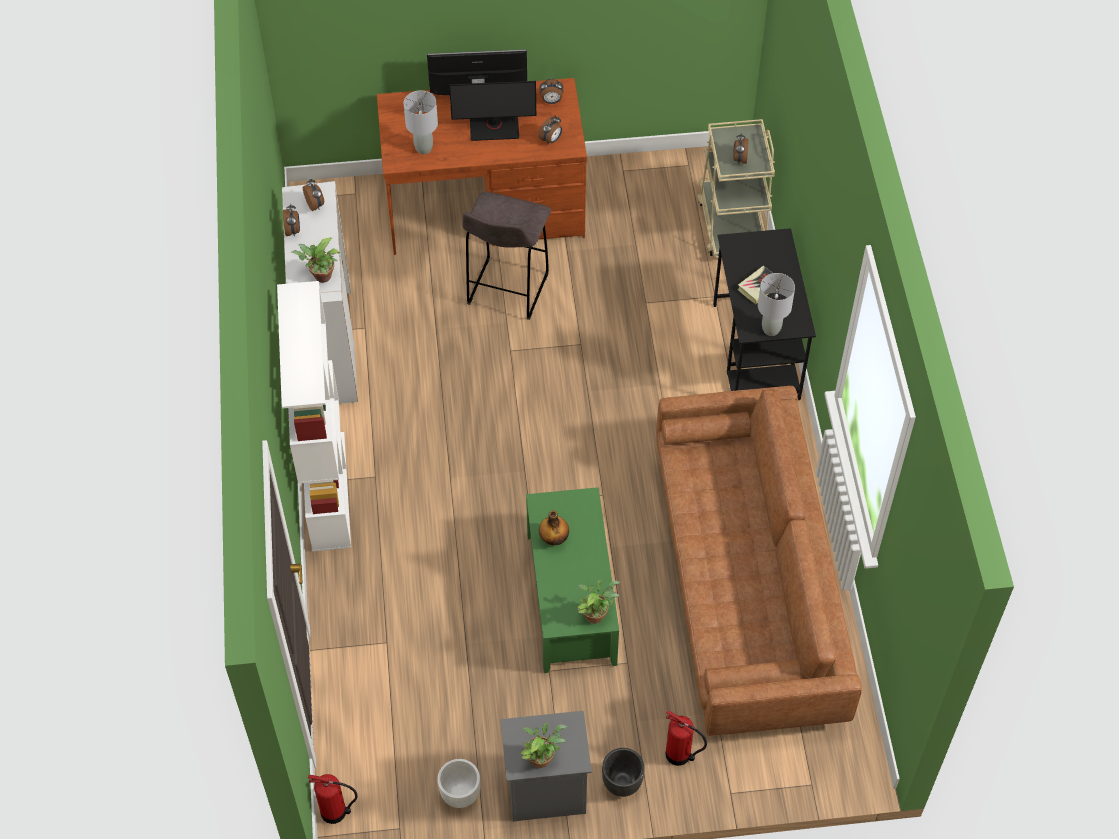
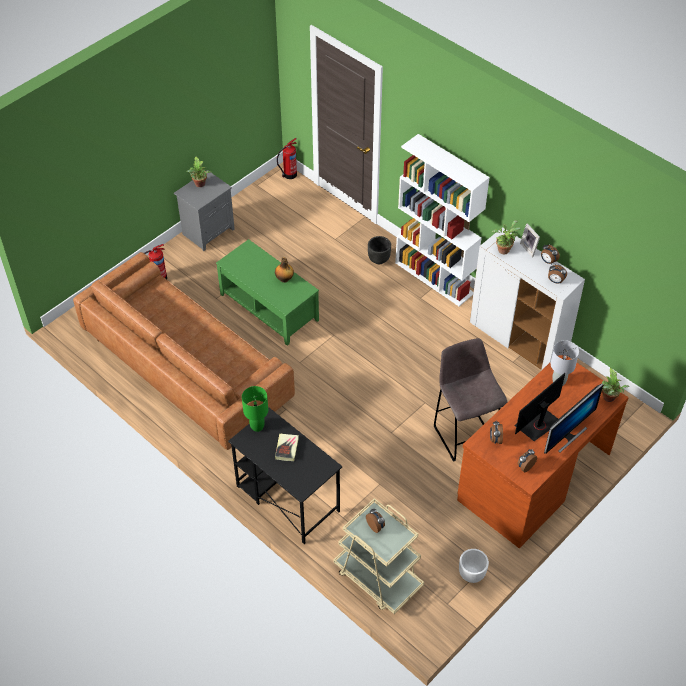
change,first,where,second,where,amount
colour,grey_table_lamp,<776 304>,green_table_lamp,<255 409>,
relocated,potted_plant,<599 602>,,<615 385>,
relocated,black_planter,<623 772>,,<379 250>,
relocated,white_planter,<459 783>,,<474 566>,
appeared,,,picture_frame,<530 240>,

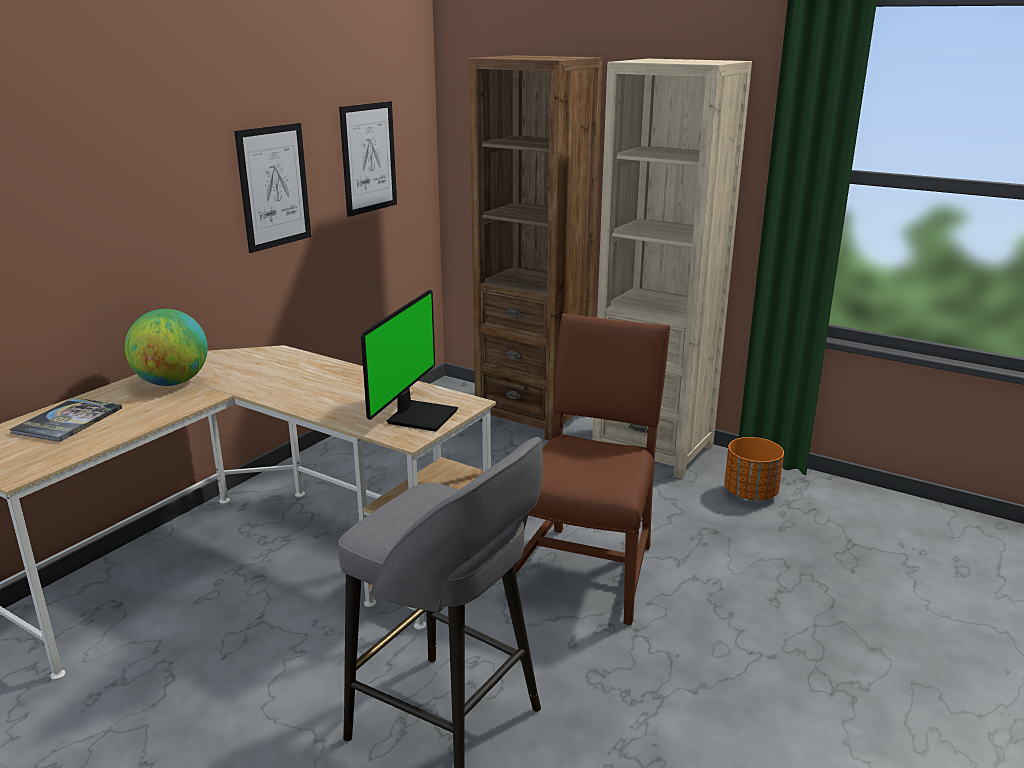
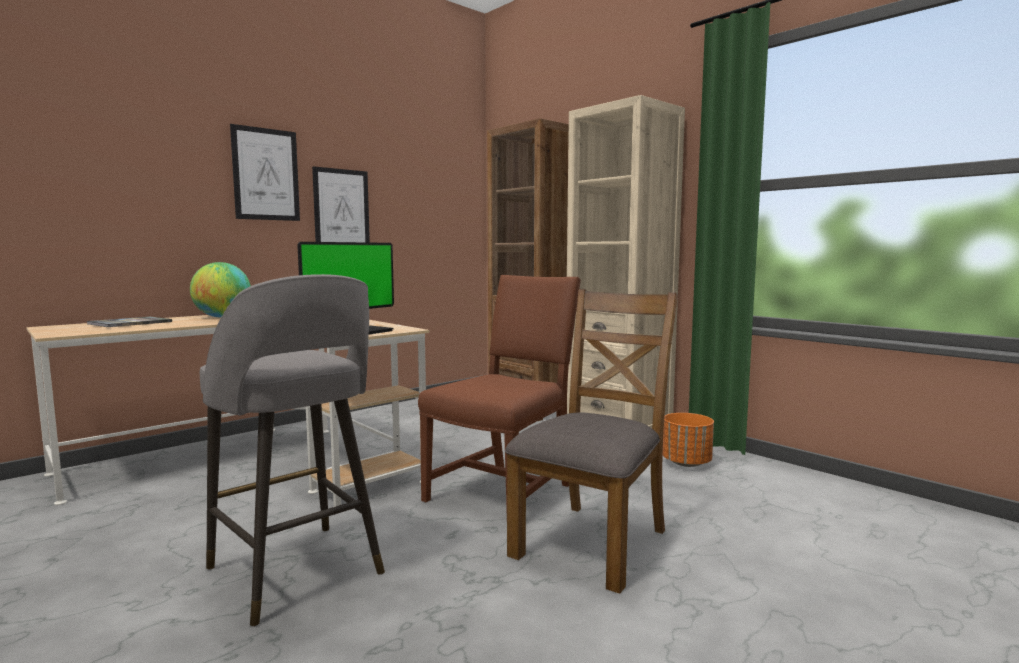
change,first,where,second,where,amount
relocated,picture,<368 159>,,<265 172>,
appeared,,,brown_chair,<591 441>,

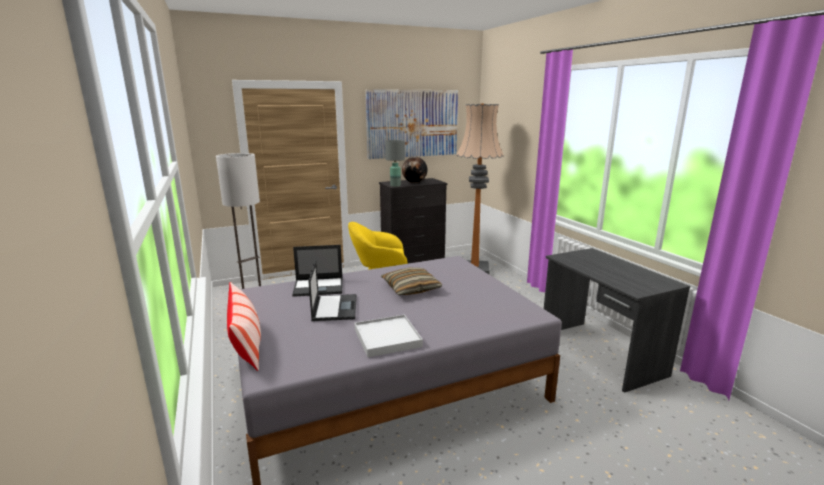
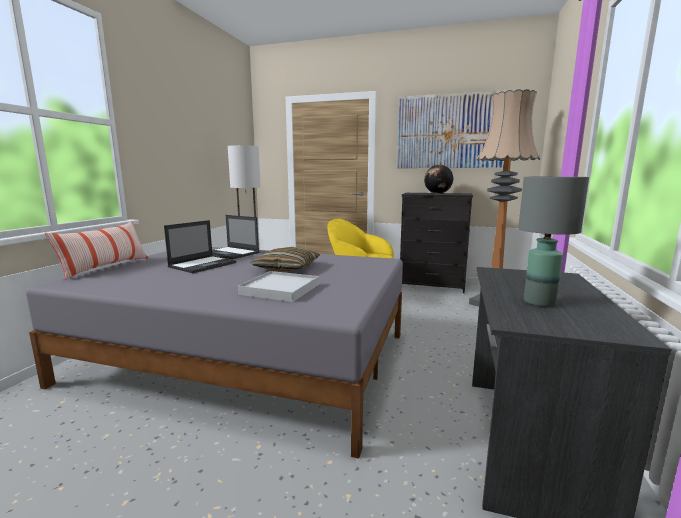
change,first,where,second,where,amount
relocated,grey_table_lamp,<395 163>,,<553 242>,
relocated,white_tray,<389 336>,,<278 286>,

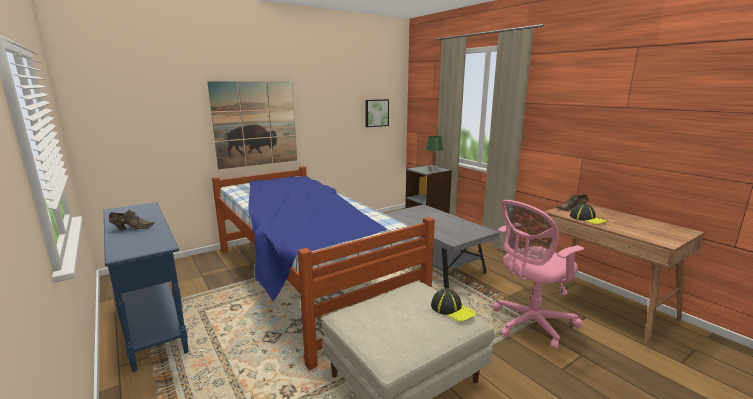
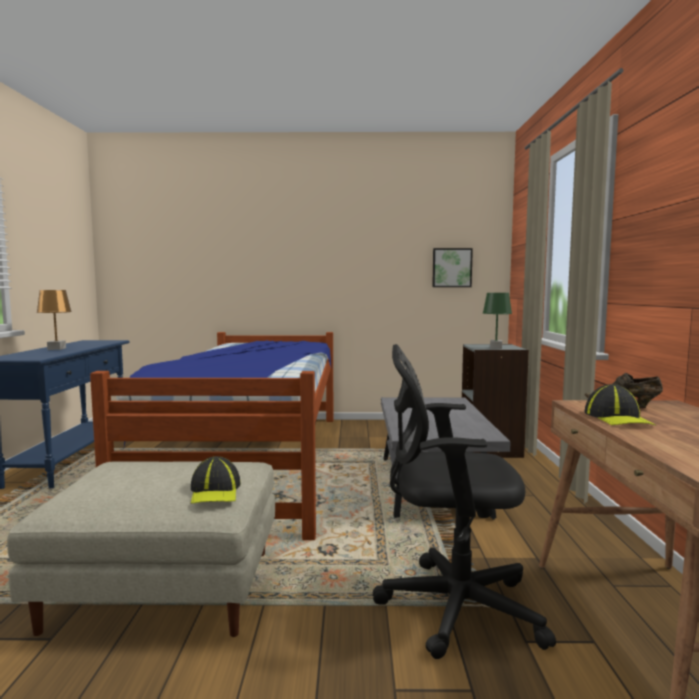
change,first,where,second,where,amount
missing,picture,<252 125>,,,
colour,pink_office_chair,<538 275>,black_office_chair,<464 501>,
exchanged,brown_shoe,<132 220>,brown_table_lamp,<54 320>,

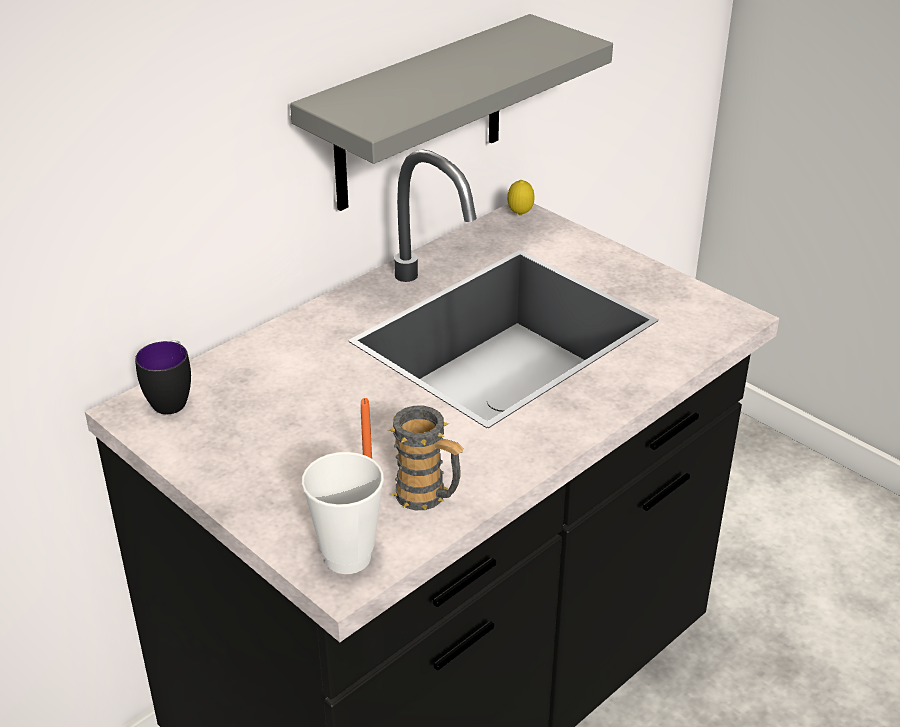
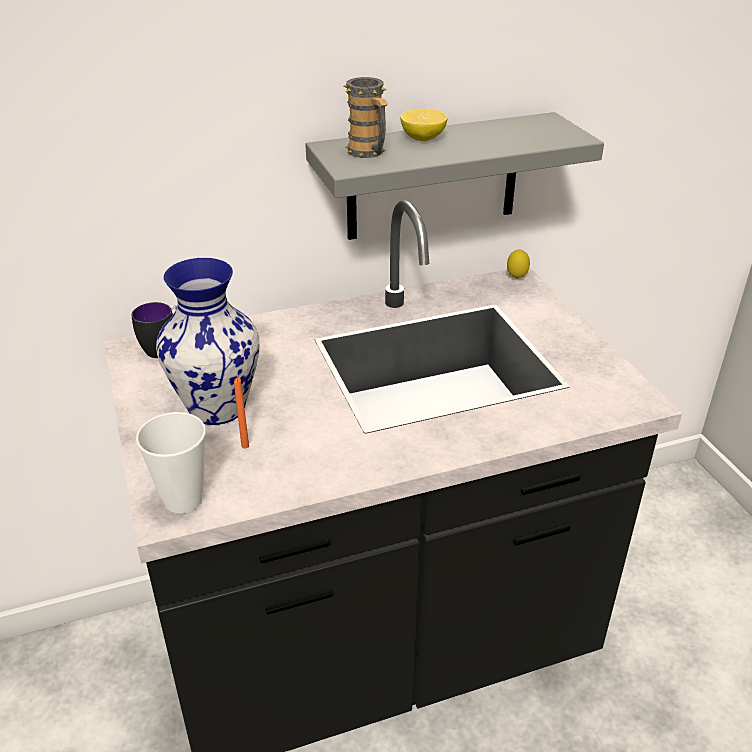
change,first,where,second,where,amount
relocated,mug,<426 458>,,<366 117>,
appeared,,,lemon,<424 125>,
appeared,,,vase,<207 341>,

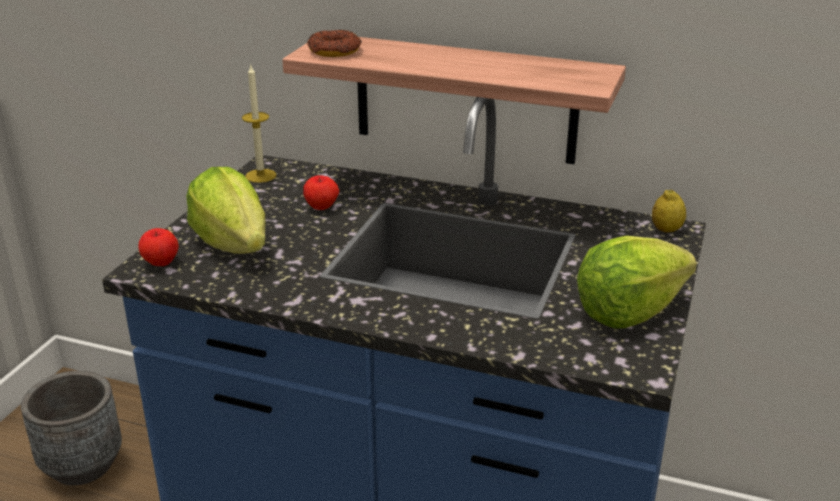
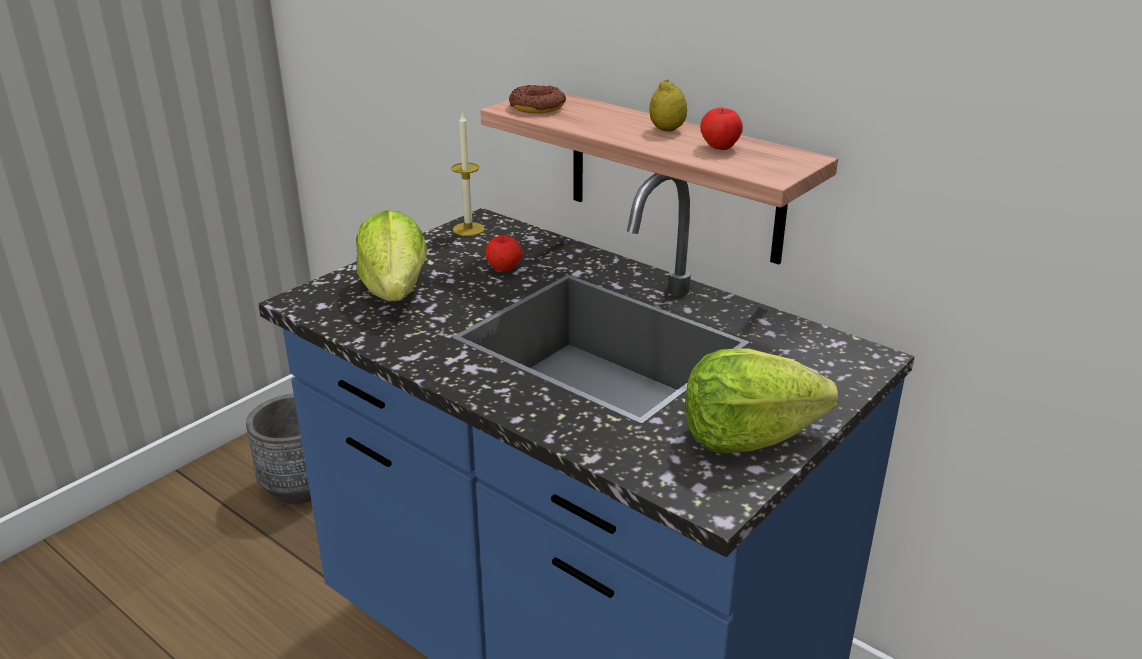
change,first,where,second,where,amount
relocated,lemon,<669 211>,,<668 105>,
relocated,apple,<158 247>,,<721 129>,

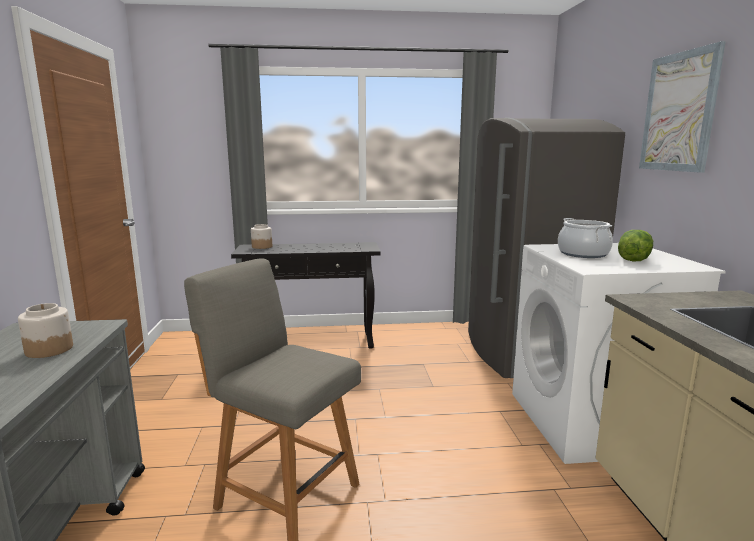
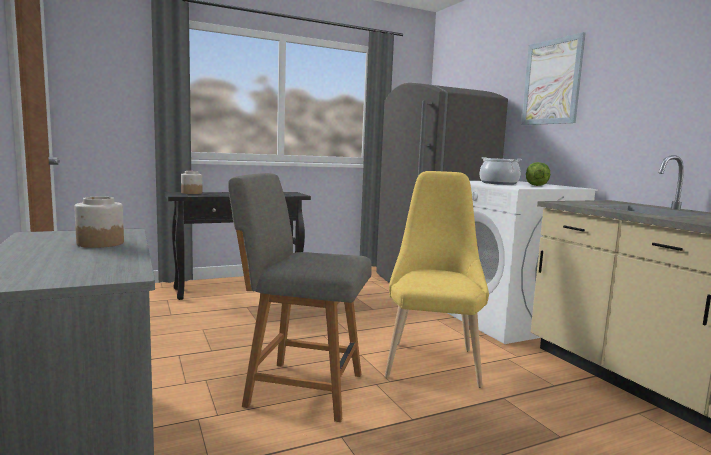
change,first,where,second,where,amount
appeared,,,yellow_chair,<436 279>,

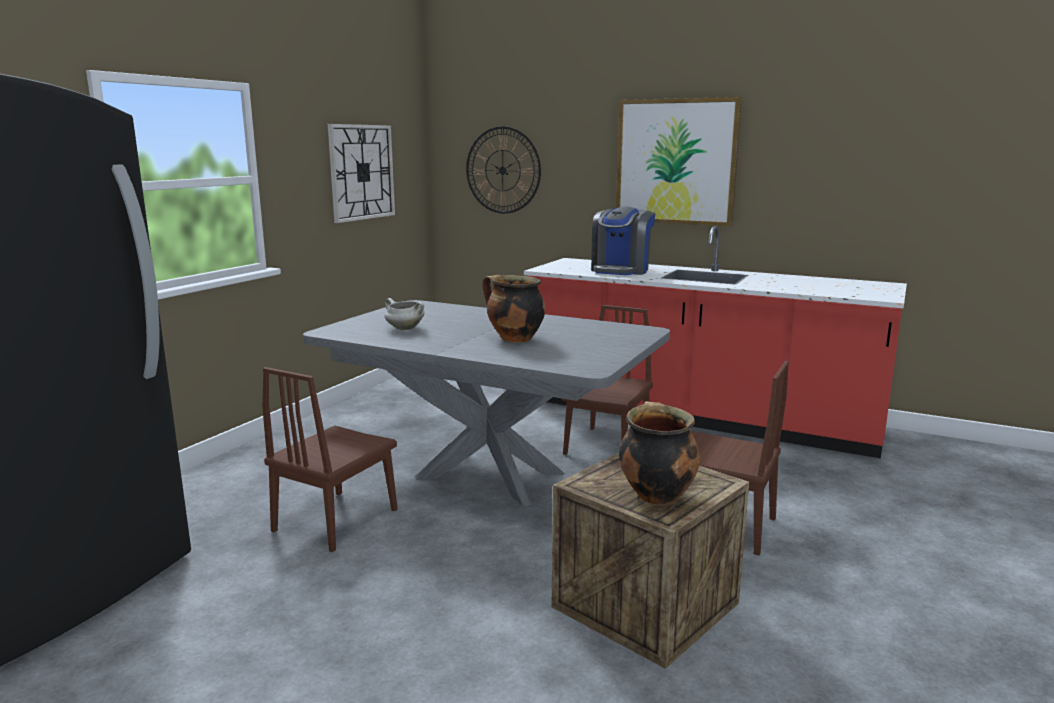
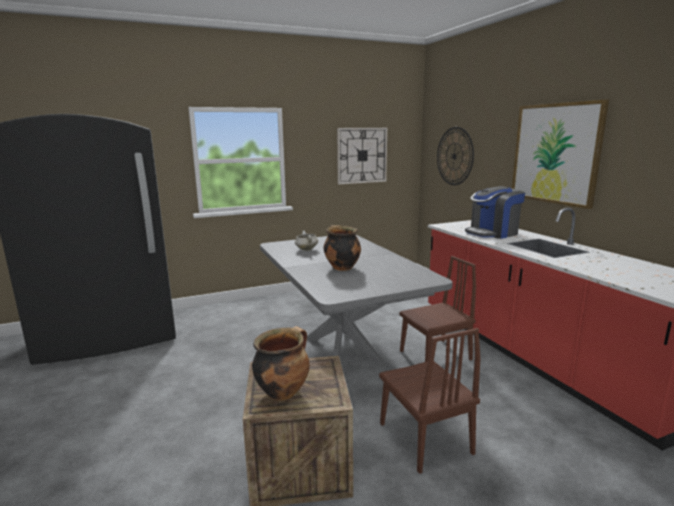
change,first,where,second,where,amount
missing,brown_chair,<330 459>,,,

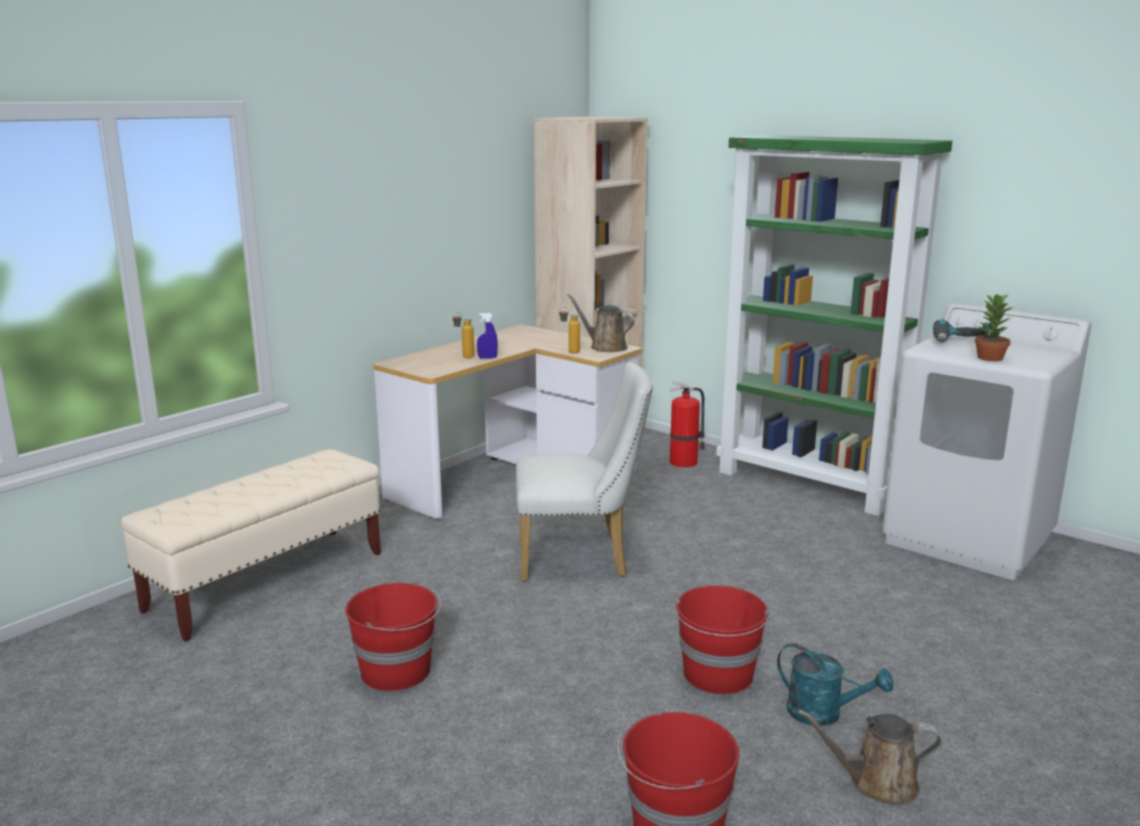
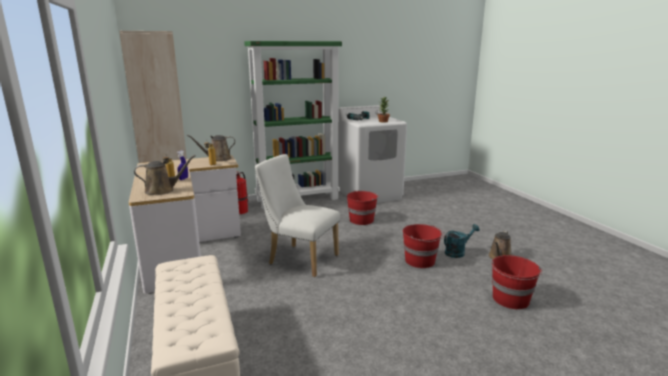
change,first,where,second,where,amount
spun,white_chair,<584 472>,,<297 215>,90 degrees counterclockwise
relocated,red_bucket,<393 636>,,<363 208>,
appeared,,,brown_watering_can,<165 175>,

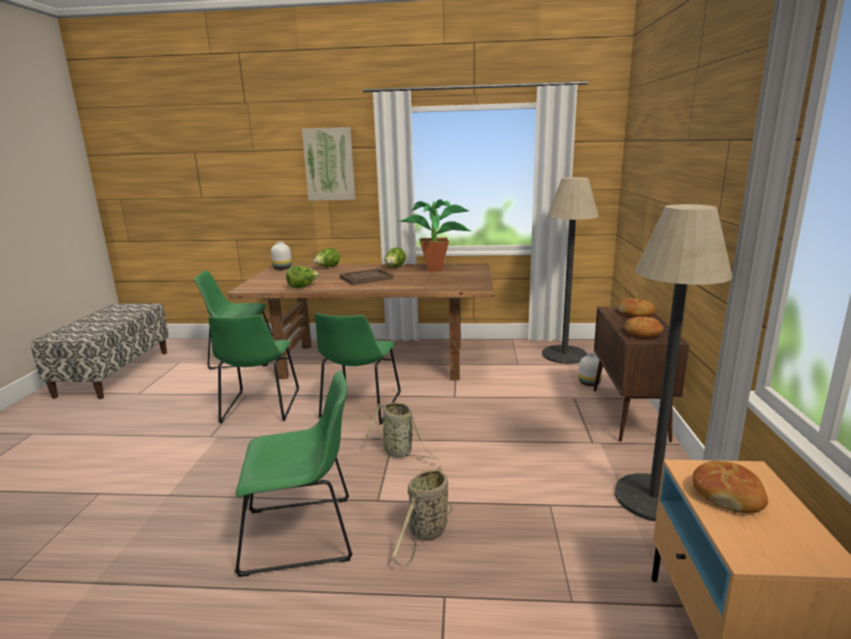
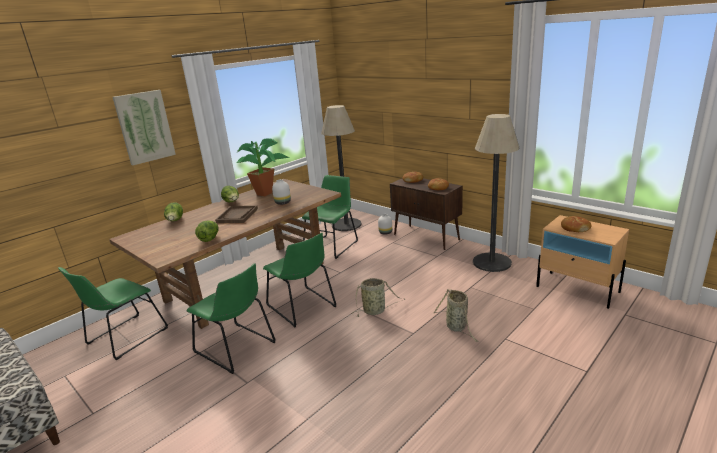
change,first,where,second,where,amount
relocated,white_vase,<281 256>,,<281 192>,
relocated,green_chair,<293 473>,,<330 217>,

